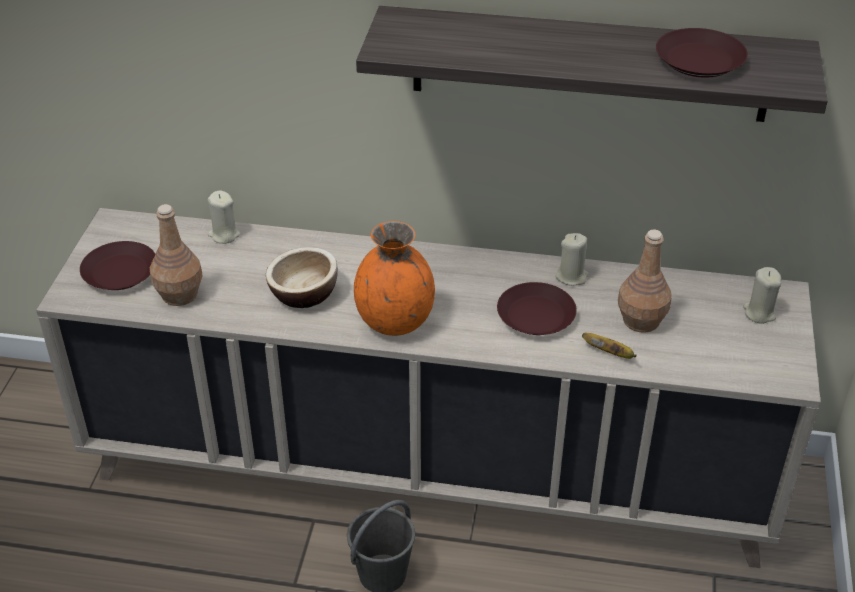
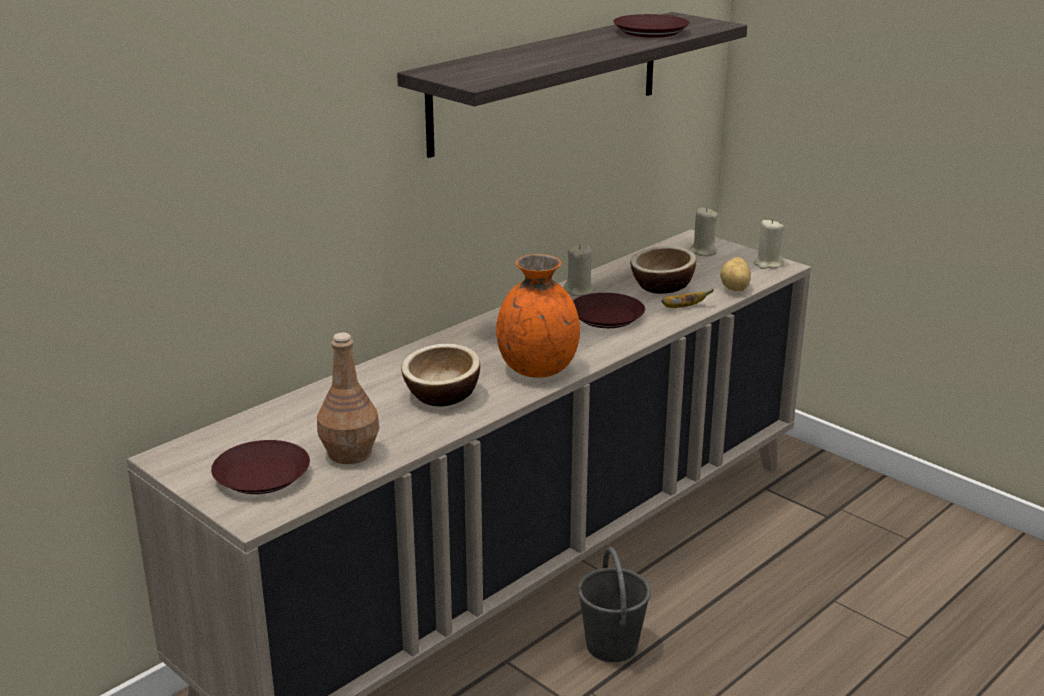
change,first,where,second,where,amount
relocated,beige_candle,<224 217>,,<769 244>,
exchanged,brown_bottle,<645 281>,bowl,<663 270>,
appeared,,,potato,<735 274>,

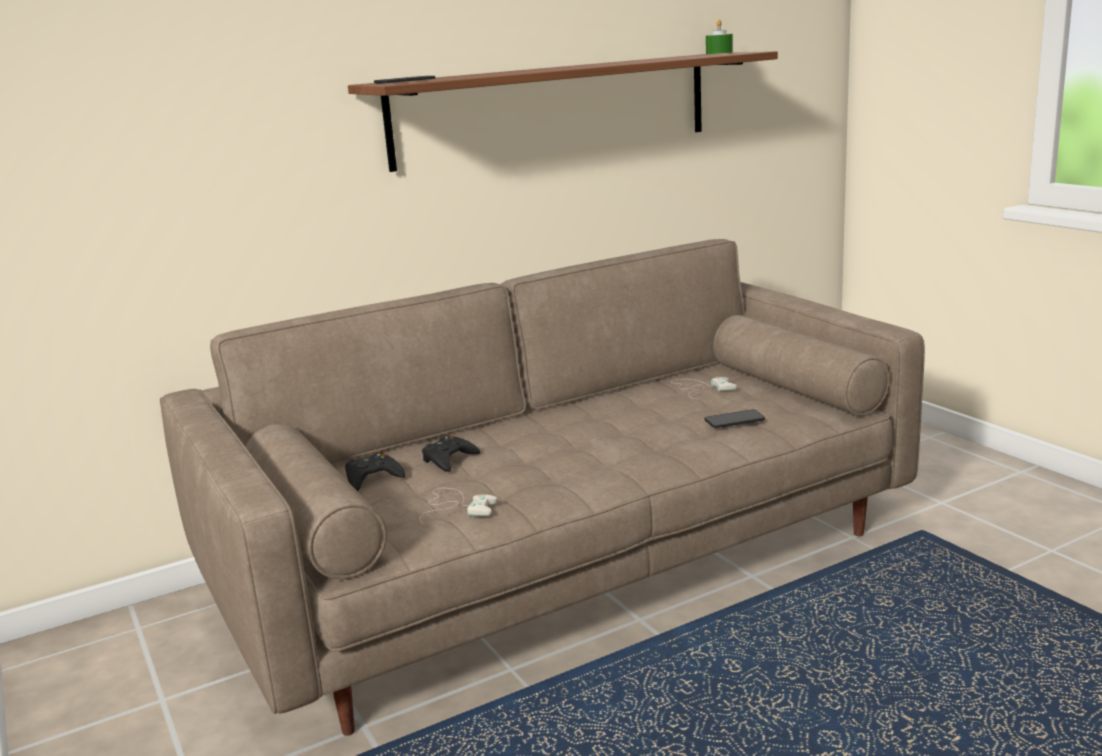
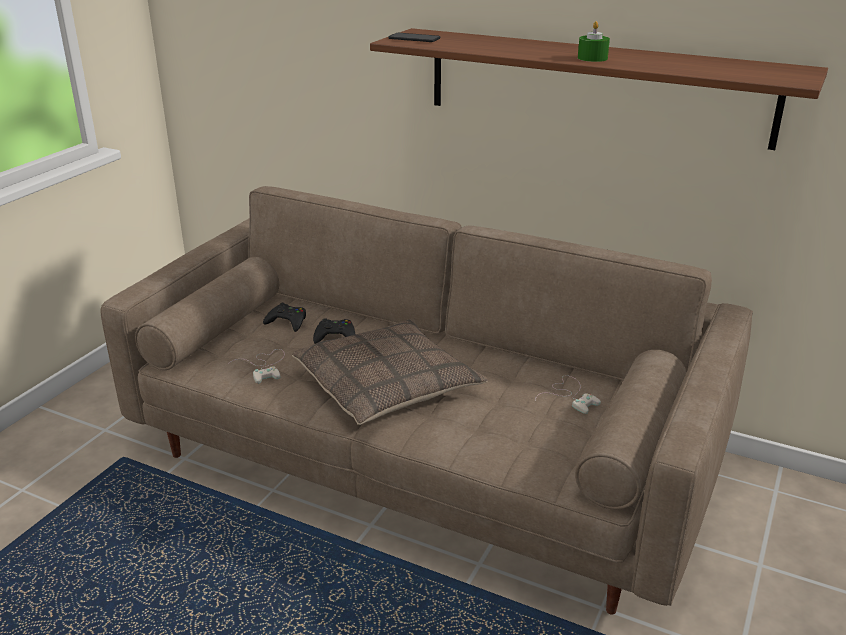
change,first,where,second,where,amount
relocated,green_candle,<719 36>,,<594 41>,
missing,phone,<734 418>,,,
appeared,,,pillow,<390 372>,

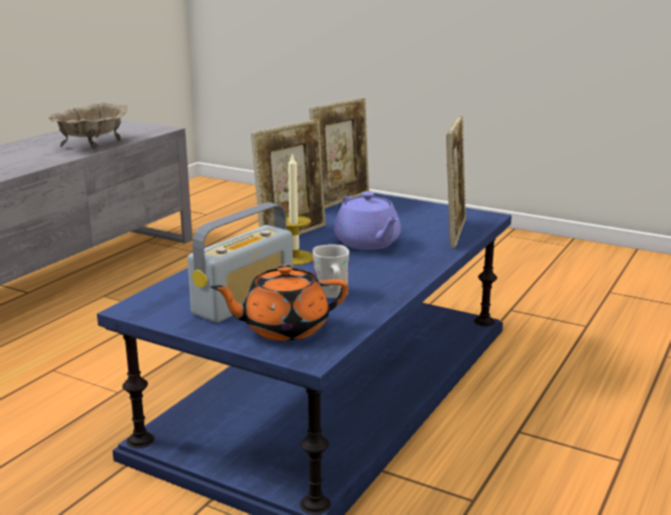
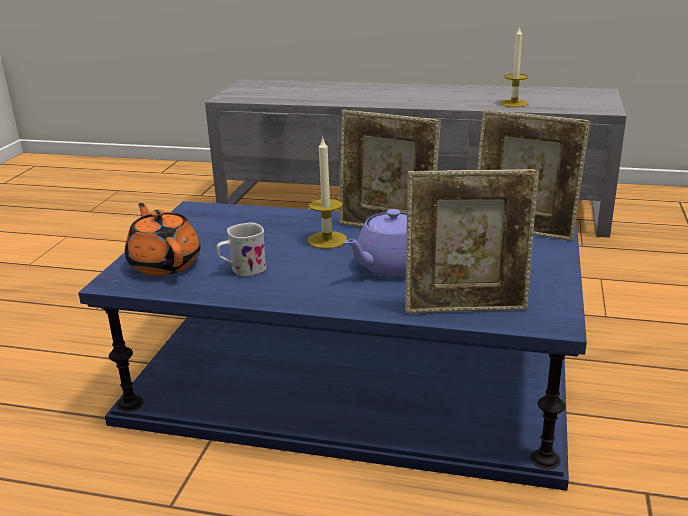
change,first,where,second,where,amount
exchanged,beige_bowl,<87 126>,candle,<514 67>,
missing,radio,<240 262>,,,

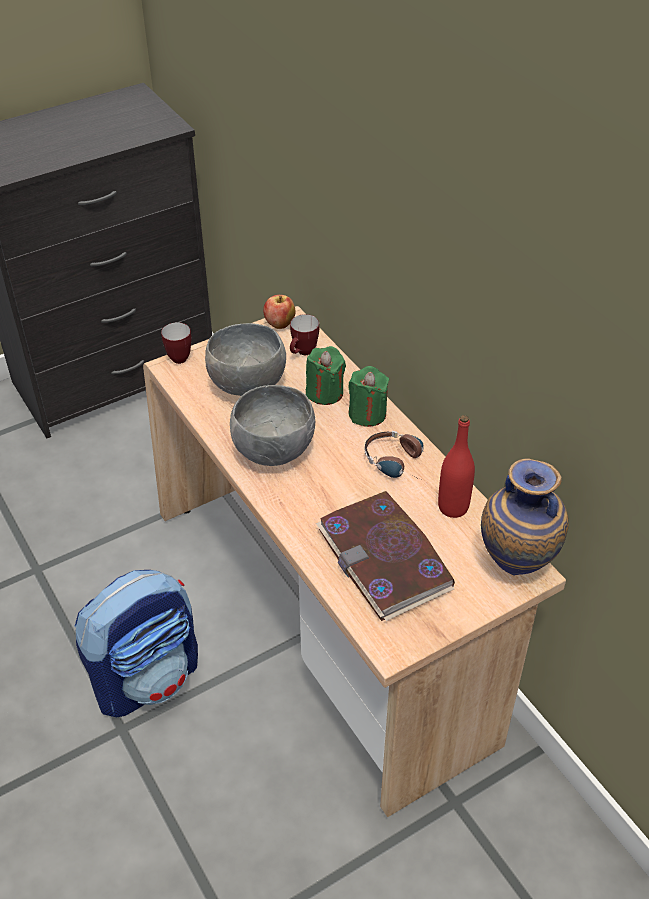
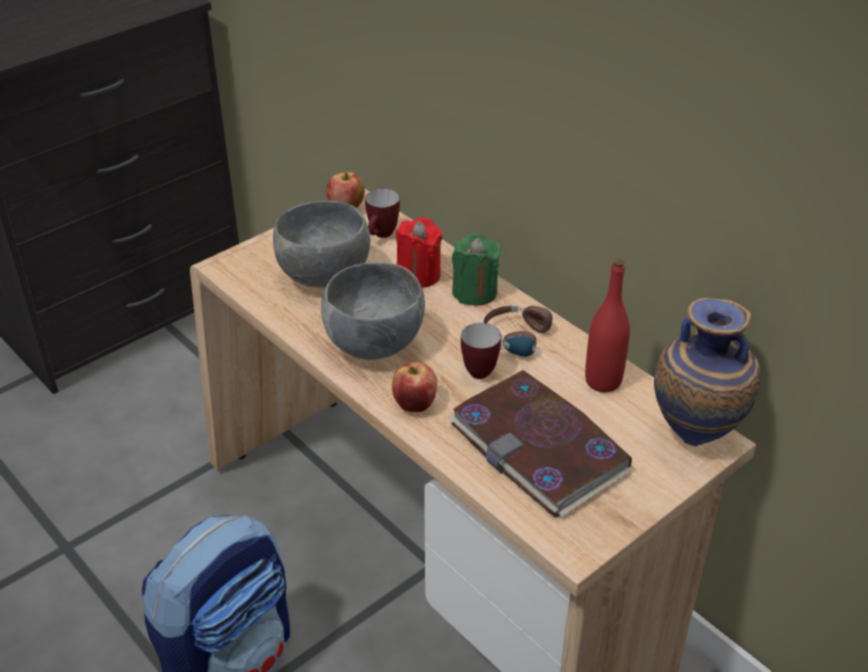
change,first,where,second,where,amount
relocated,mug,<176 343>,,<481 351>,
colour,green_candle,<326 375>,red_candle,<419 252>,
appeared,,,apple,<414 387>,

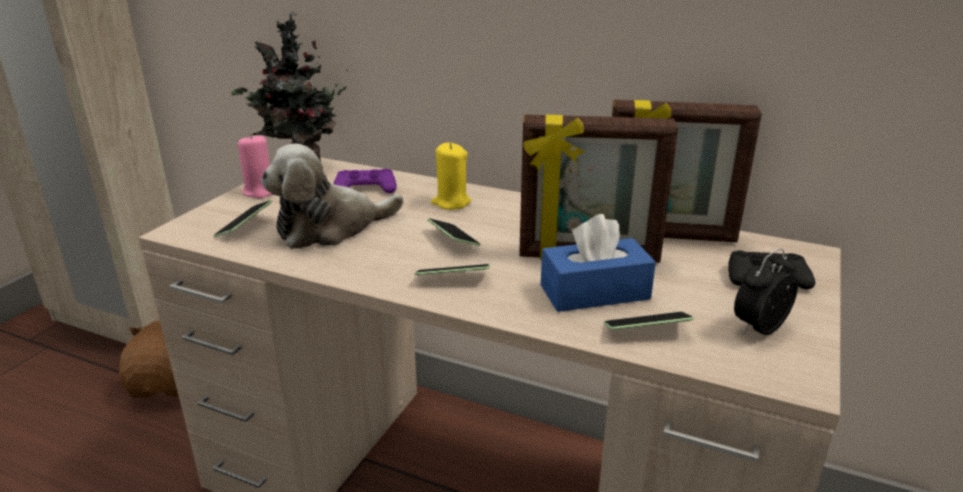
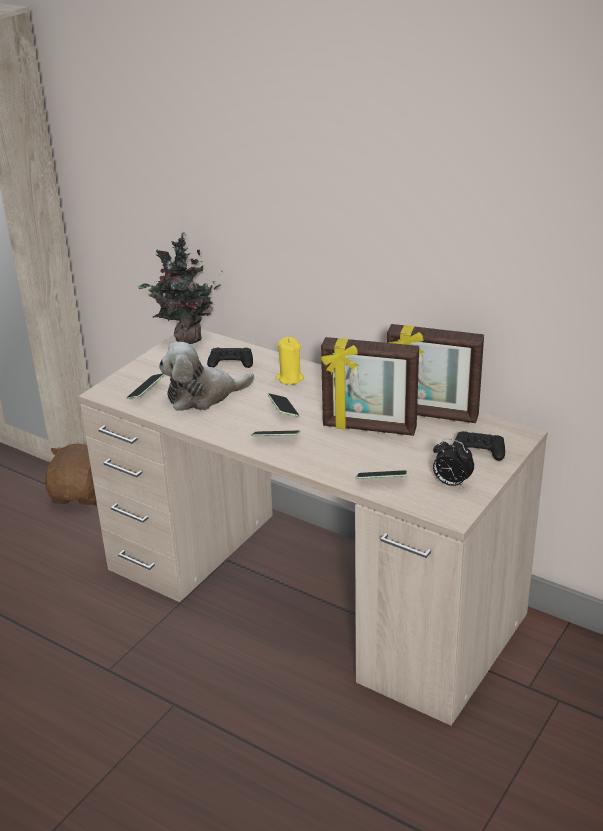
change,first,where,second,where,amount
missing,pink_candle,<255 165>,,,
colour,purple_game_controller,<365 181>,black_game_controller,<230 358>,
missing,blue_tissue_box,<598 263>,,,
spun,alarm_clock,<766 292>,,<453 463>,120 degrees counterclockwise

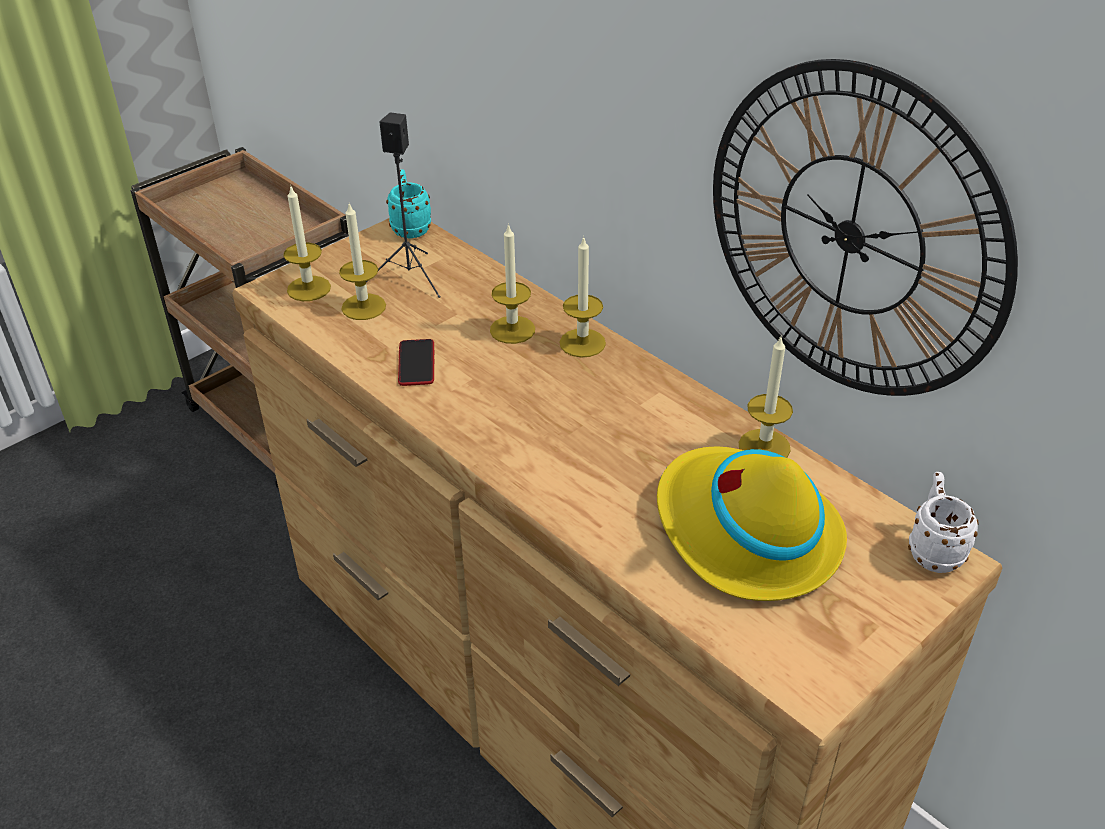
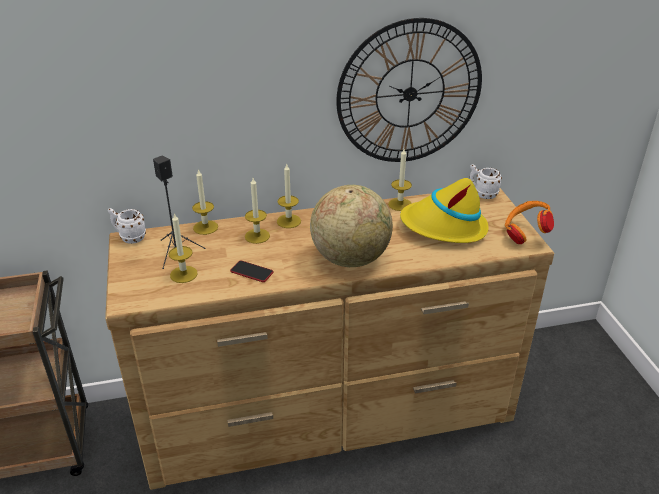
change,first,where,second,where,amount
colour,turquoise_mug,<408 203>,white_mug,<127 226>,
relocated,candle,<307 243>,,<205 202>,
appeared,,,globe,<351 226>,
appeared,,,orange_headphones,<529 222>,

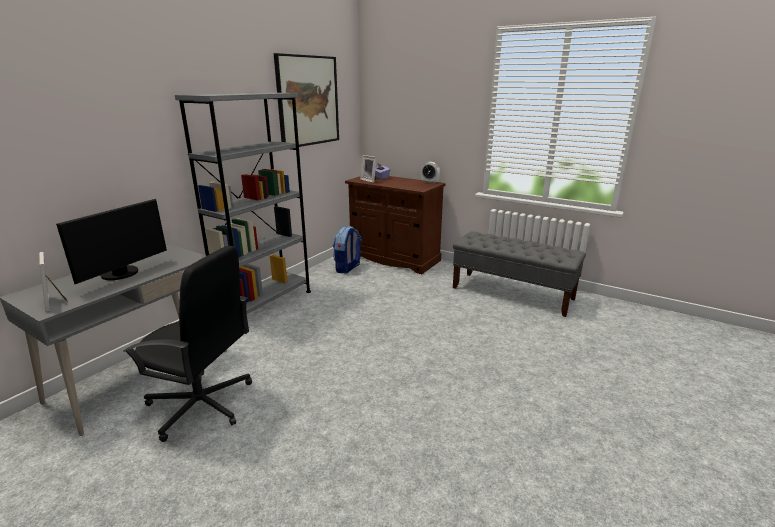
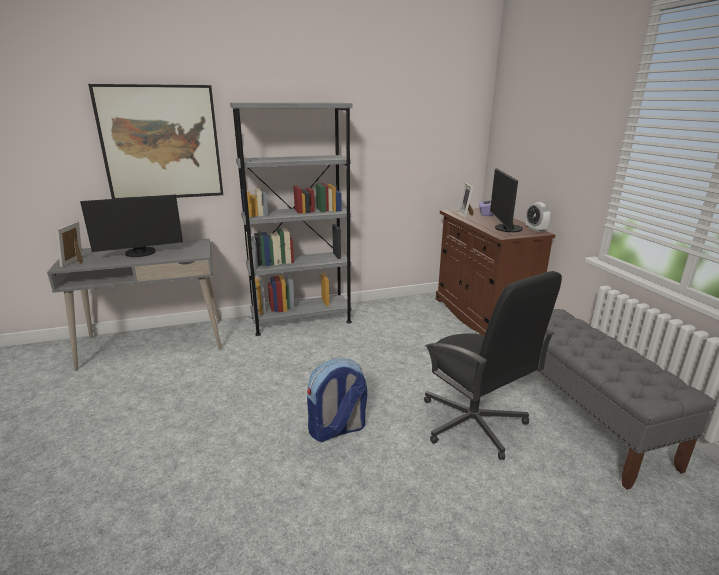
change,first,where,second,where,amount
relocated,picture,<306 100>,,<155 141>,
relocated,backpack,<347 250>,,<337 400>,
relocated,black_office_chair,<187 344>,,<493 365>,
appeared,,,monitor,<506 200>,

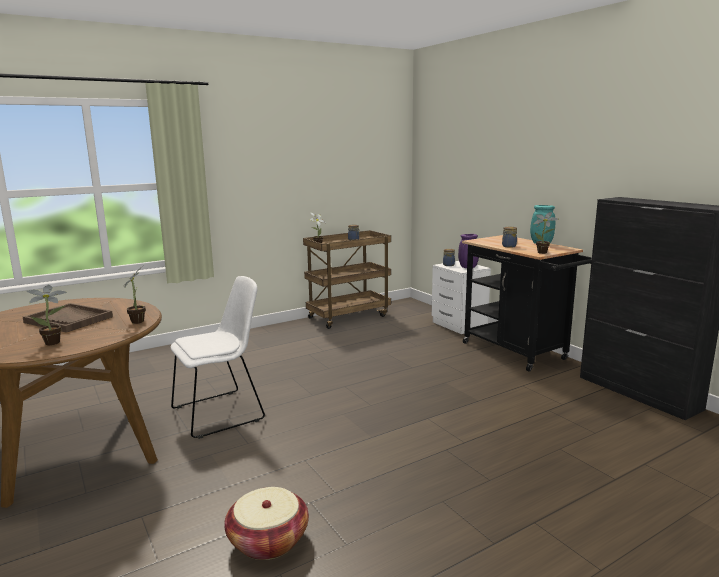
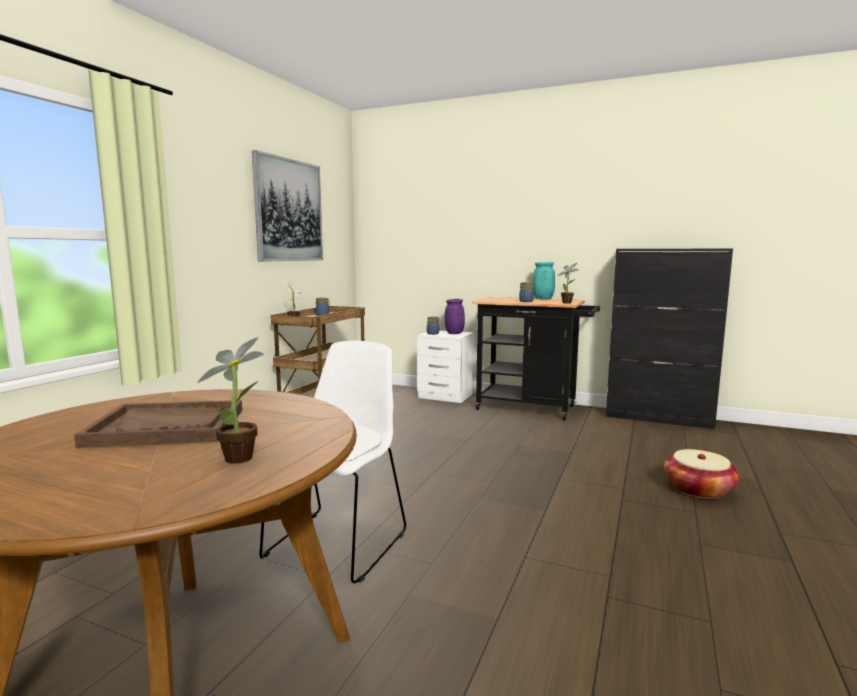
change,first,where,second,where,amount
missing,potted_plant,<135 295>,,,
relocated,basket,<266 523>,,<701 474>,
appeared,,,picture,<287 206>,

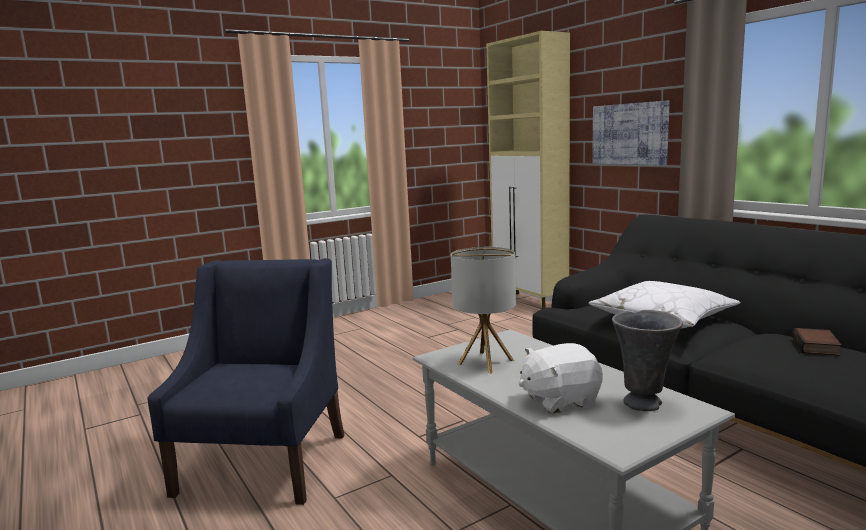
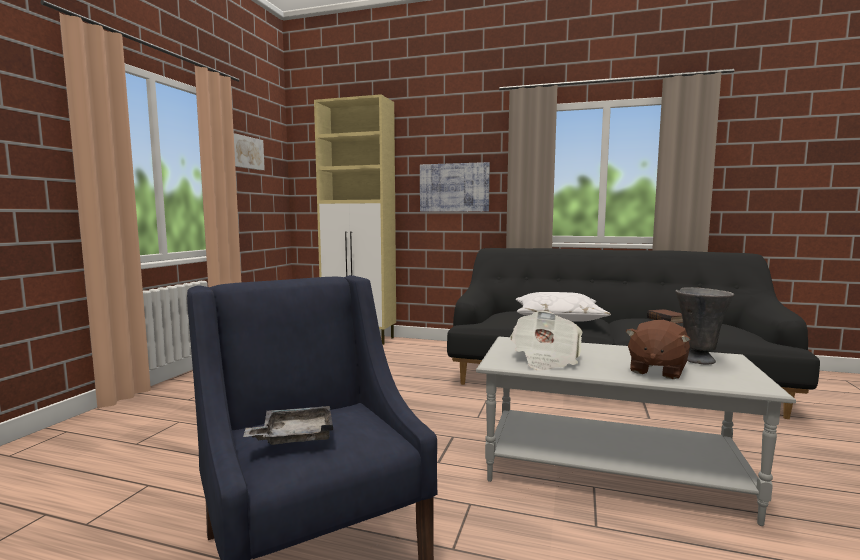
change,first,where,second,where,amount
exchanged,table_lamp,<483 310>,newspaper,<546 340>,
colour,white_plush_toy,<561 378>,brown_plush_toy,<658 349>,
appeared,,,picture,<249 151>,
appeared,,,grey_tray,<288 425>,

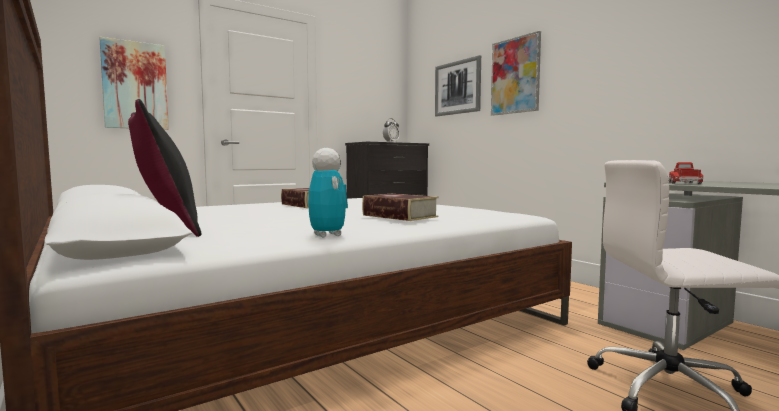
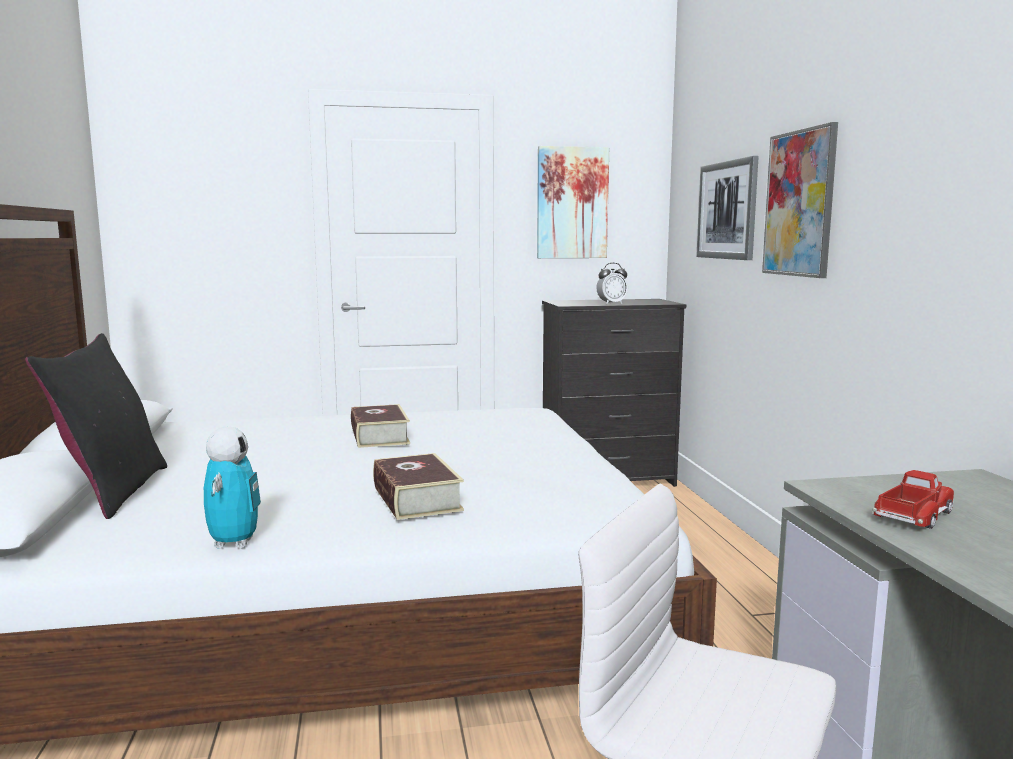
change,first,where,second,where,amount
relocated,picture,<134 83>,,<573 202>,

